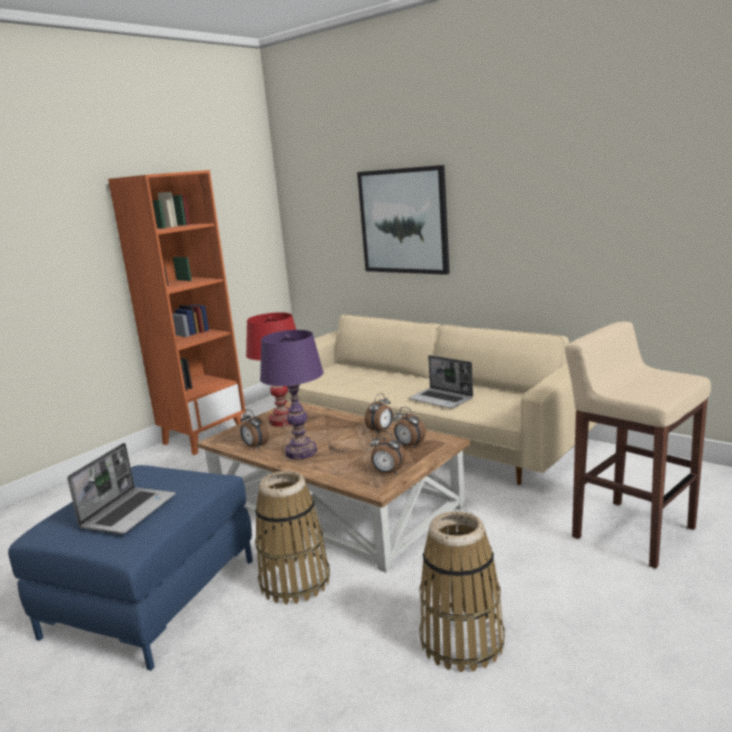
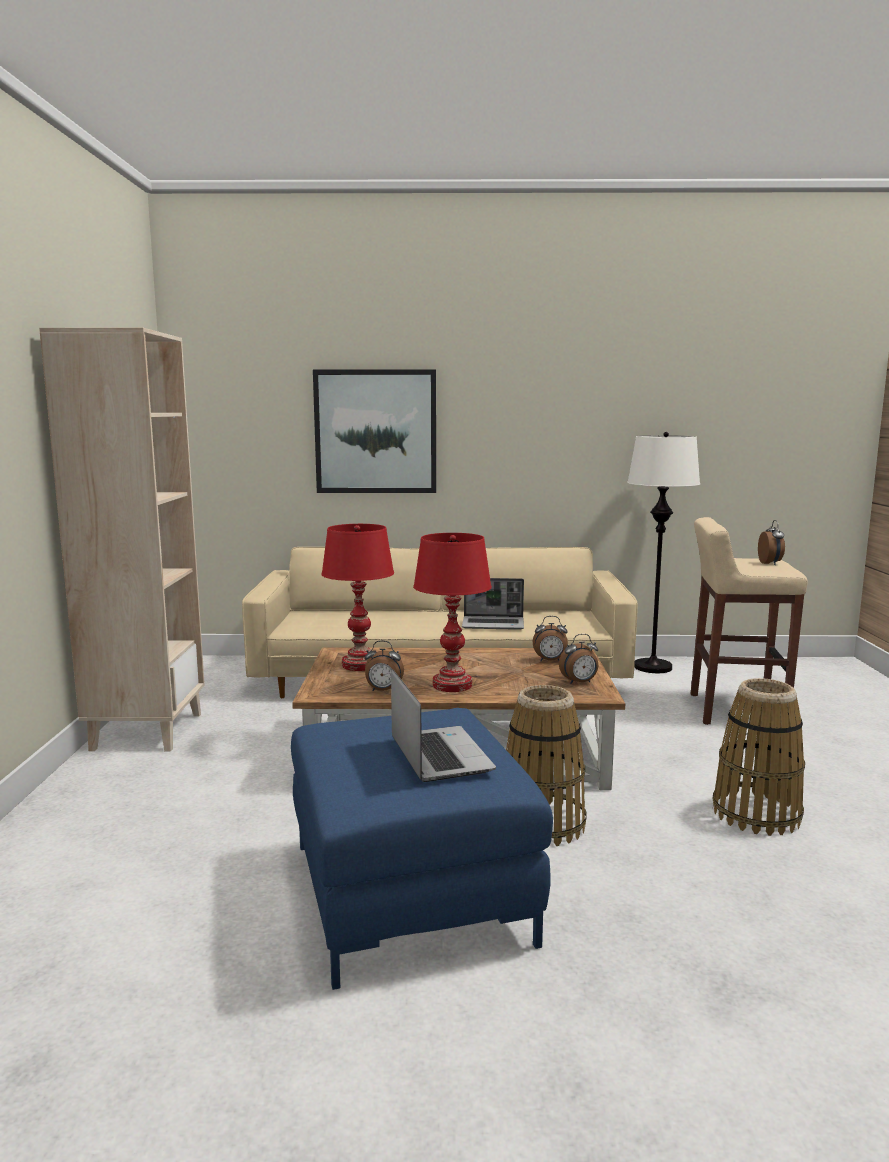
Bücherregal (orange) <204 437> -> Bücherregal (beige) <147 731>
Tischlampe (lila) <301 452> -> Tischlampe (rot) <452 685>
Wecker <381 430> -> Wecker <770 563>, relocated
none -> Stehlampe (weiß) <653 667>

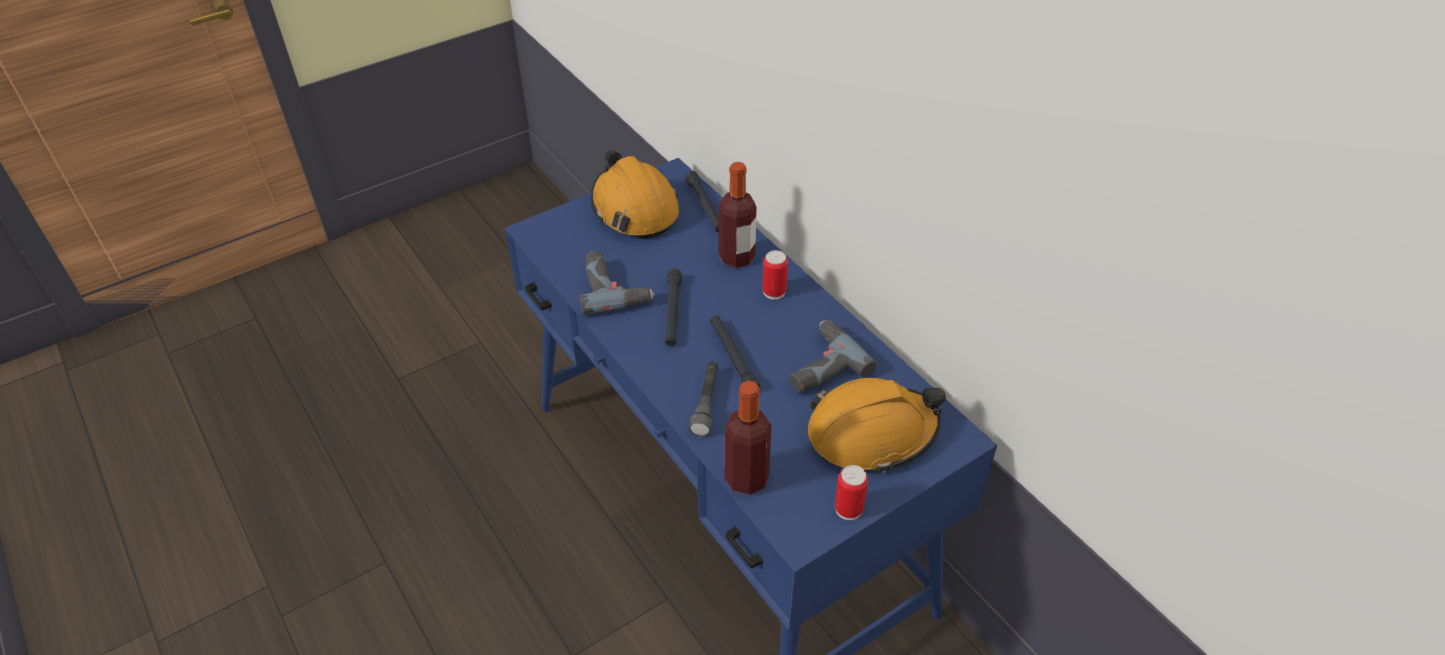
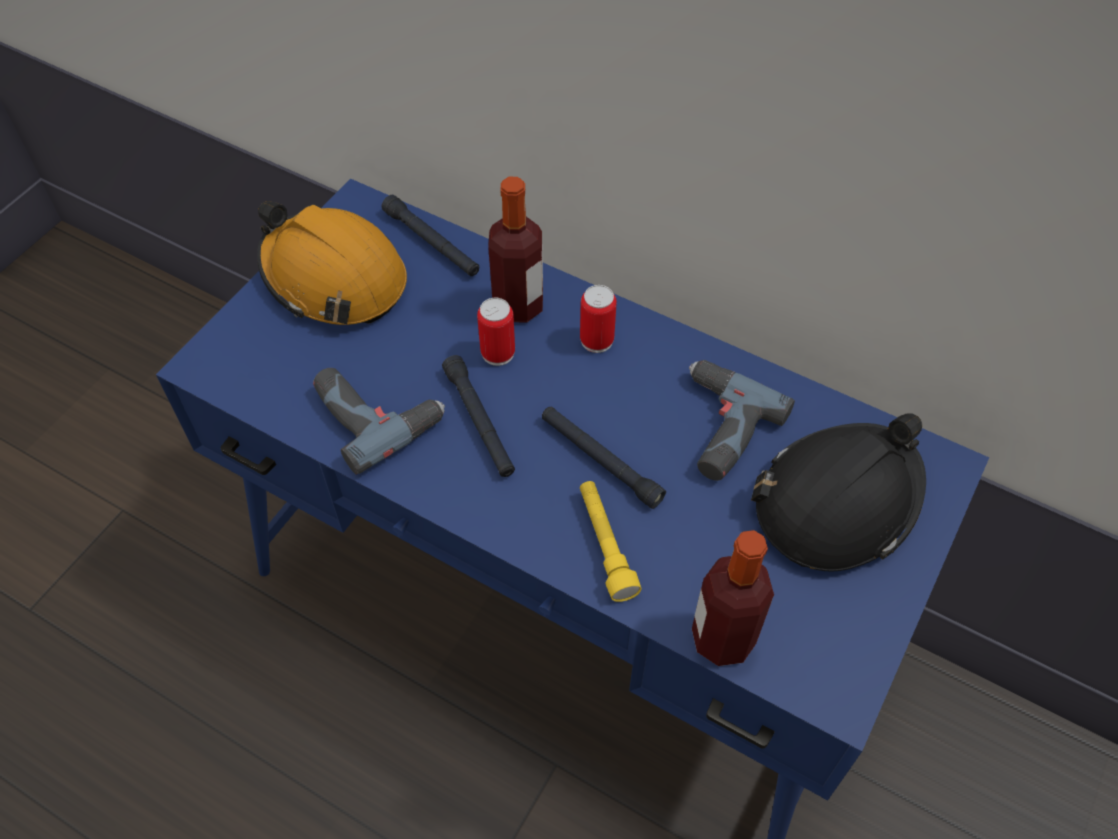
Taschenlampe (grau) <706 403> -> Taschenlampe (gelb) <605 545>
Schutzhelm (orange) <871 433> -> Schutzhelm (schwarz) <837 502>
Dose <848 509> -> Dose <498 353>, relocated

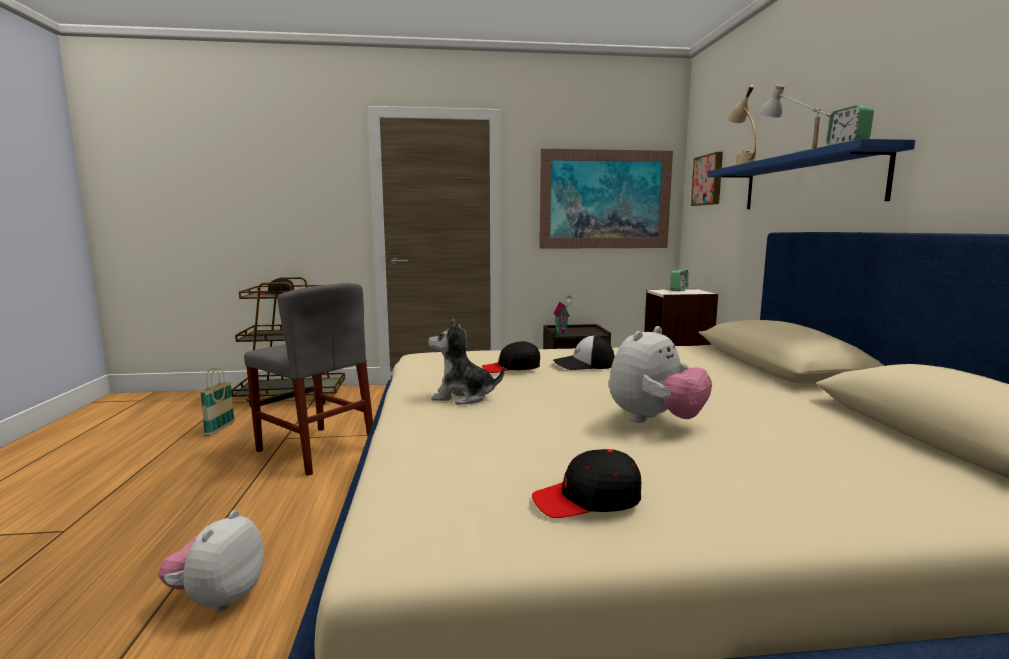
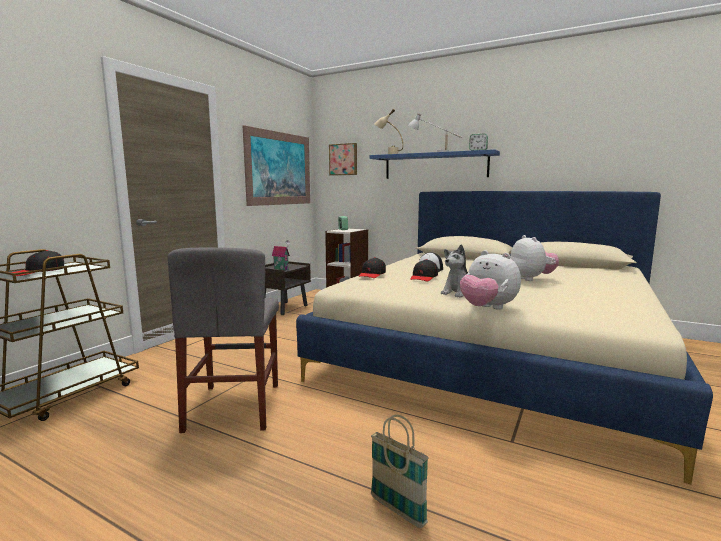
Plüschtier <218 598> -> Plüschtier <487 308>, relocated
Korb <220 429> -> Korb <397 510>, relocated
Stuhl (grau) <315 449> -> Stuhl (grau) <234 406>, 105 degrees clockwise
Kappe (schwarz) <587 500> -> Kappe (schwarz) <372 274>, relocated

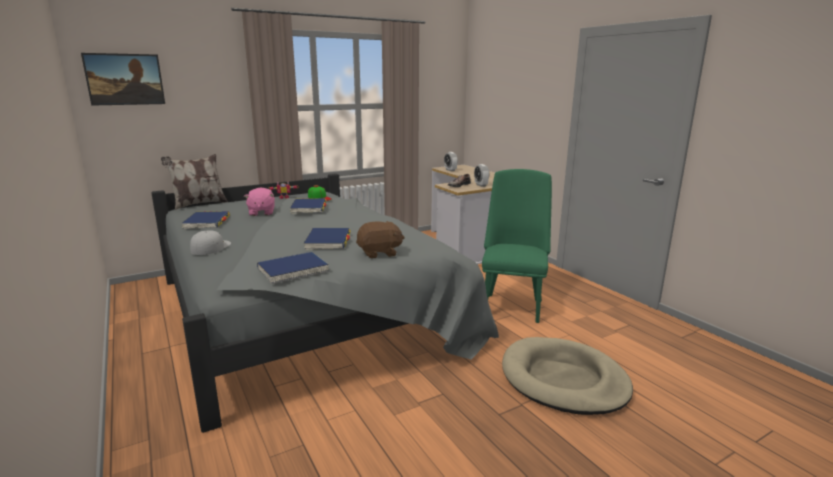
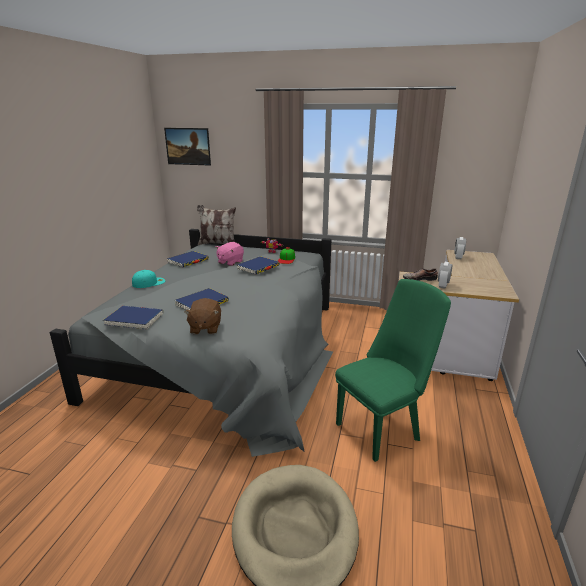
Kappe (weiß) <210 247> -> Kappe (türkis) <149 282>
Plüschtier (braun) <379 253> -> Plüschtier (braun) <205 328>, 60 degrees clockwise

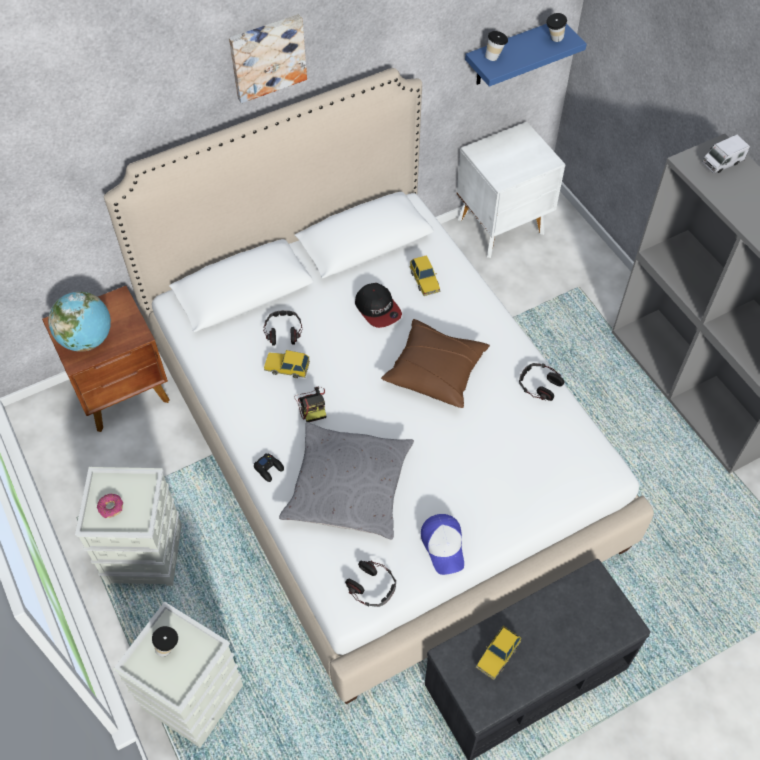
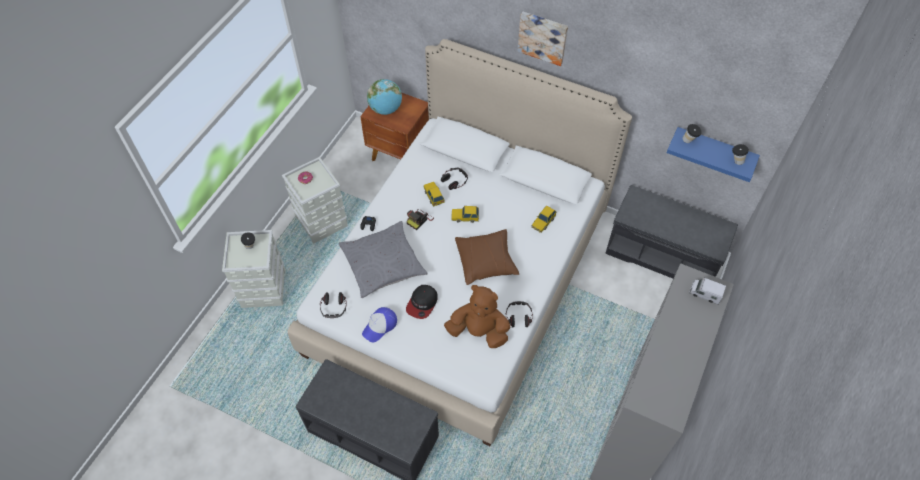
Kappe <378 309> -> Kappe <422 303>, relocated
Nachttisch (weiß) <502 226> -> Bank (grau) <663 254>
Spielzeugauto <497 655> -> Spielzeugauto <465 217>, relocated
none -> Plüschtier (braun) <479 331>

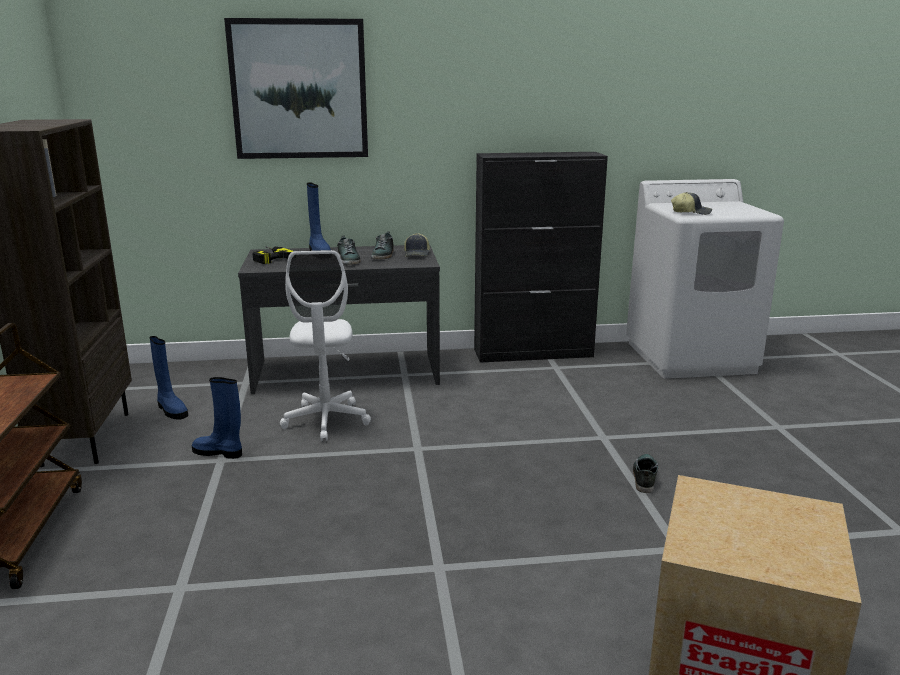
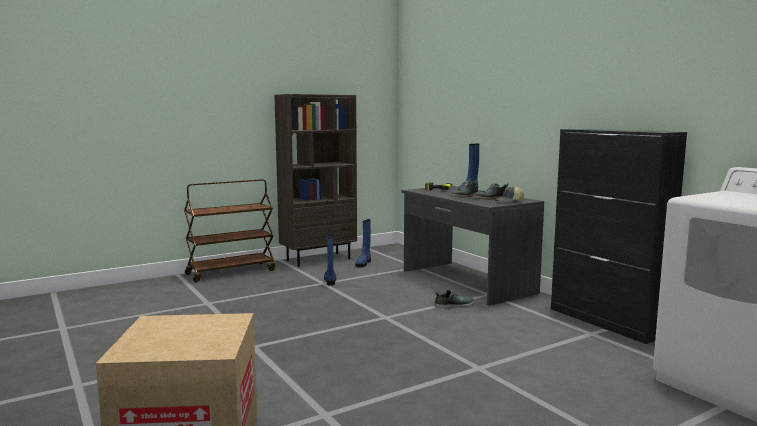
Bild <299 89> -> none
Bürostuhl (weiß) <326 421> -> none
Schuh <644 476> -> Schuh <454 305>, relocated
Kappe <691 212> -> none

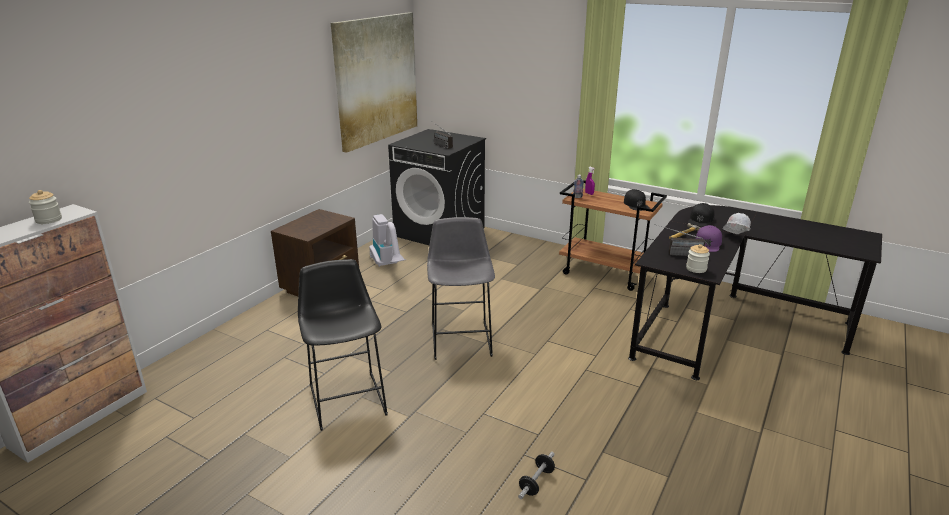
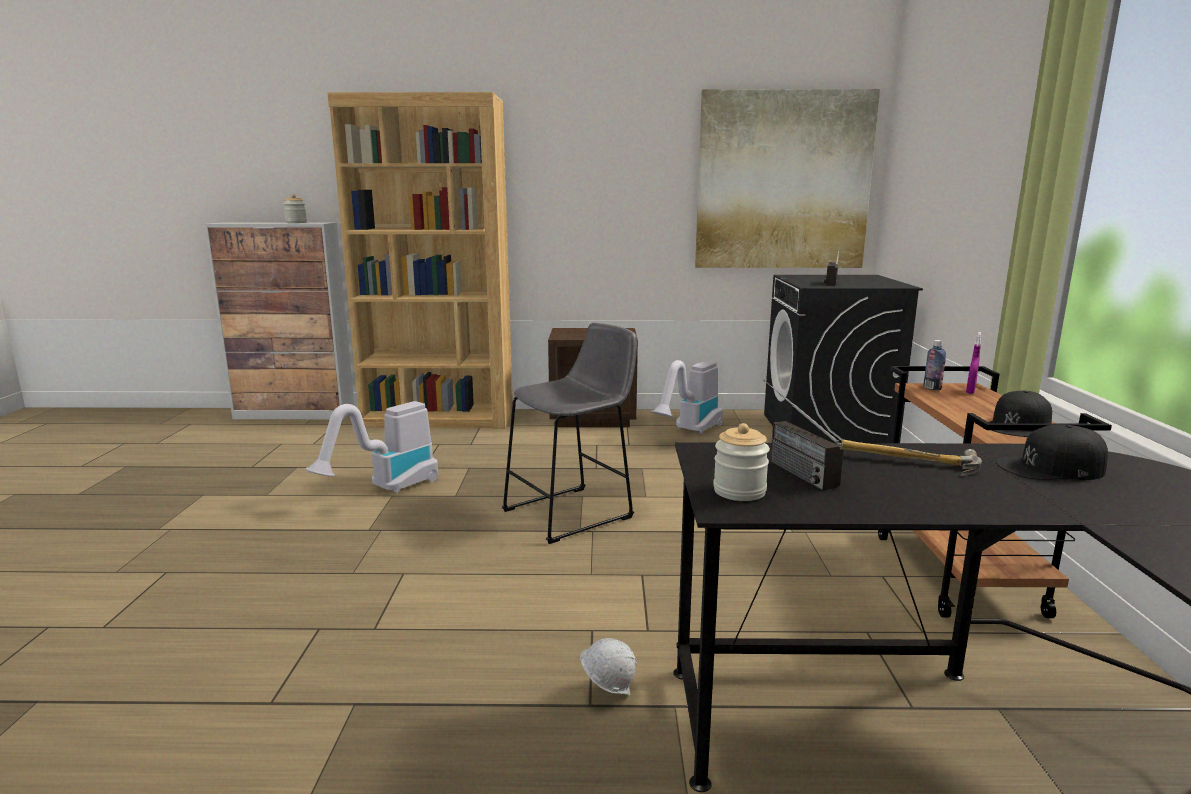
Hocker (schwarz) <347 397> -> Staubsauger <386 489>
Hantel <536 482> -> none
Kappe (lila) <707 243> -> none
Schutzhelm (weiß) <734 237> -> Schutzhelm (weiß) <607 693>, relocated
none -> Bücherregal (braun) <439 418>

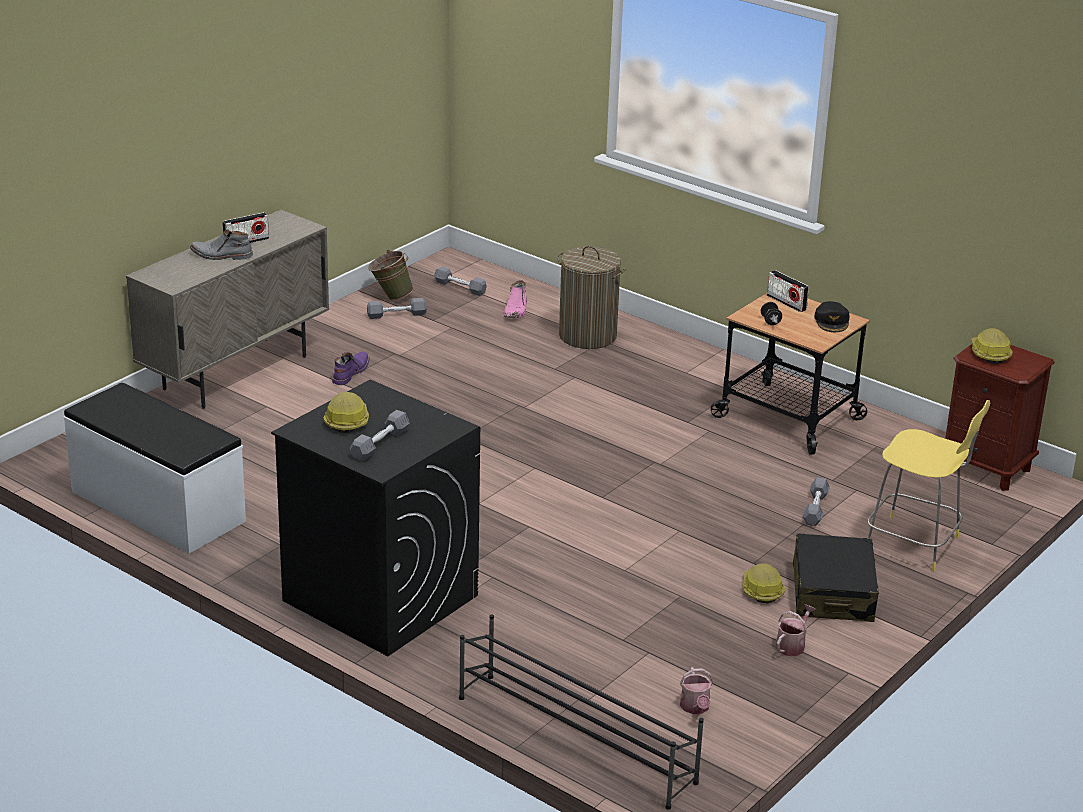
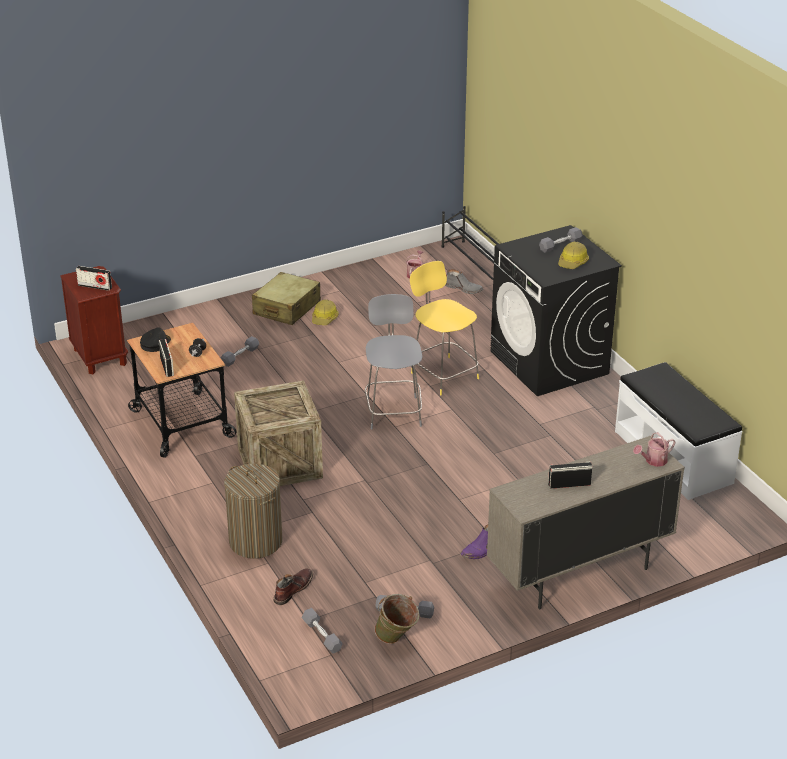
Stiefel (grau) <221 255> -> Stiefel (grau) <464 288>, relocated
Stiefel (rosa) <516 310> -> Stiefel (braun) <292 589>
Gießkanne <792 645> -> Gießkanne <653 461>, relocated
Koffer (schwarz) <832 593> -> Koffer (beige) <286 308>
Hocker (gelb) <915 544> -> Hocker (gelb) <443 374>, relocated
Schutzhelm <989 354> -> Radio <95 286>
none -> Kiste <280 463>
none -> Hocker (grau) <393 411>

